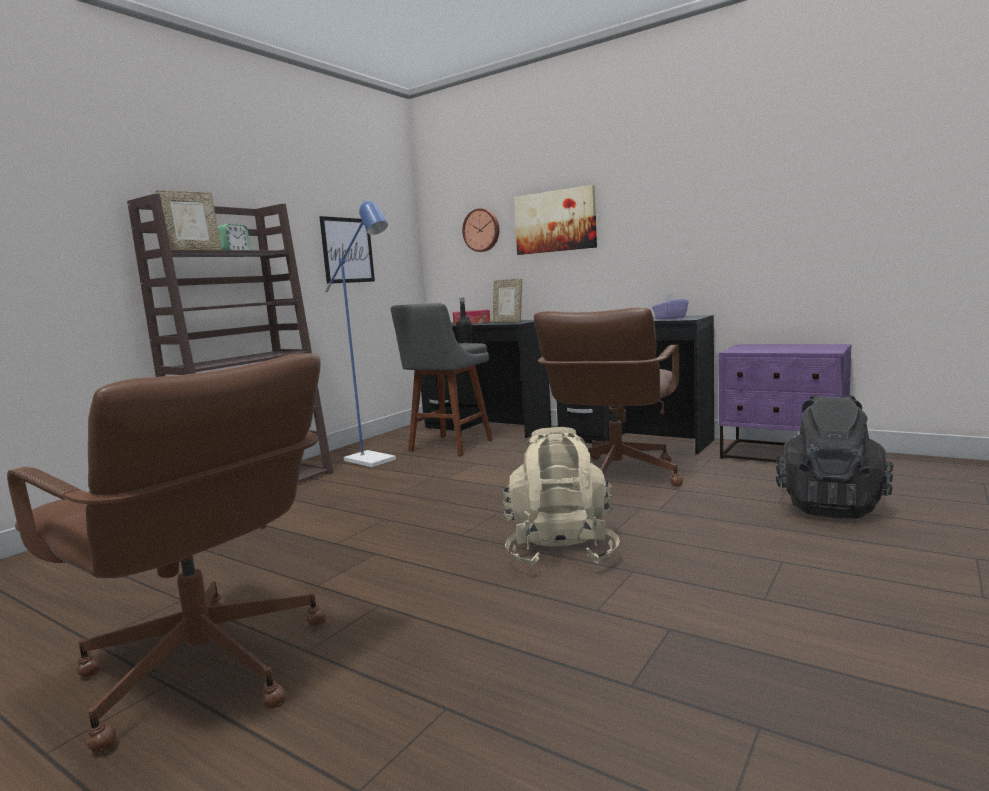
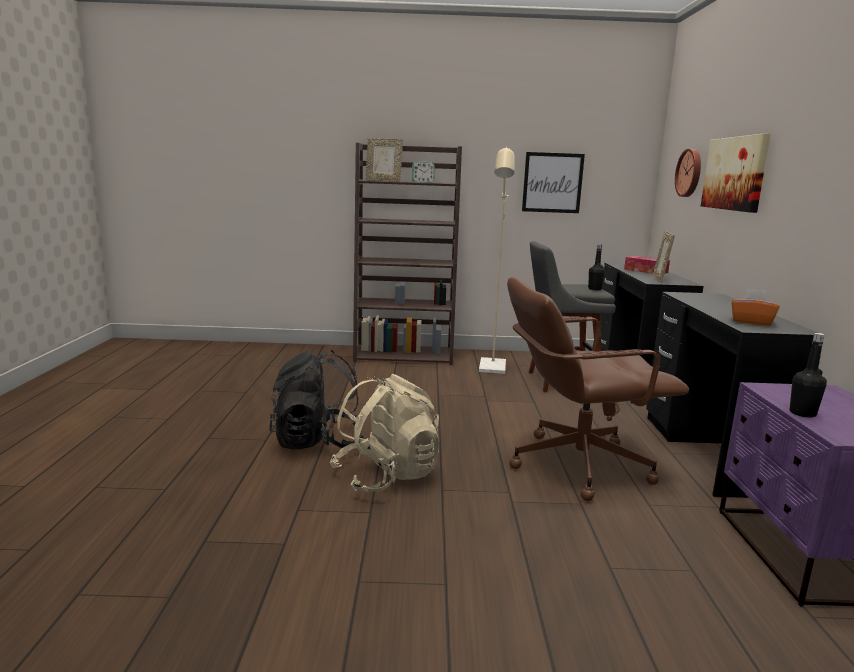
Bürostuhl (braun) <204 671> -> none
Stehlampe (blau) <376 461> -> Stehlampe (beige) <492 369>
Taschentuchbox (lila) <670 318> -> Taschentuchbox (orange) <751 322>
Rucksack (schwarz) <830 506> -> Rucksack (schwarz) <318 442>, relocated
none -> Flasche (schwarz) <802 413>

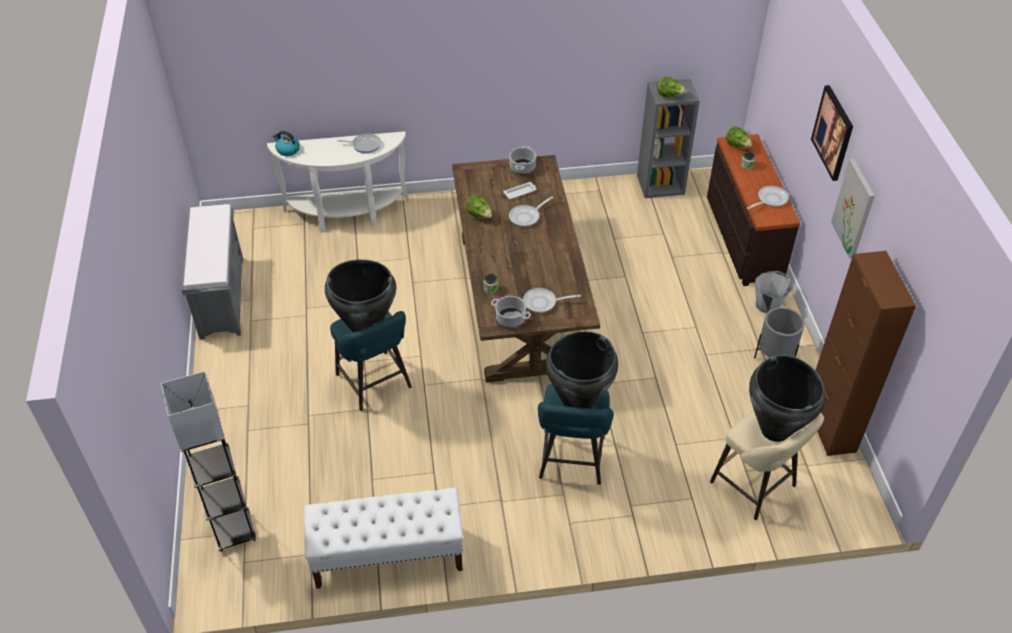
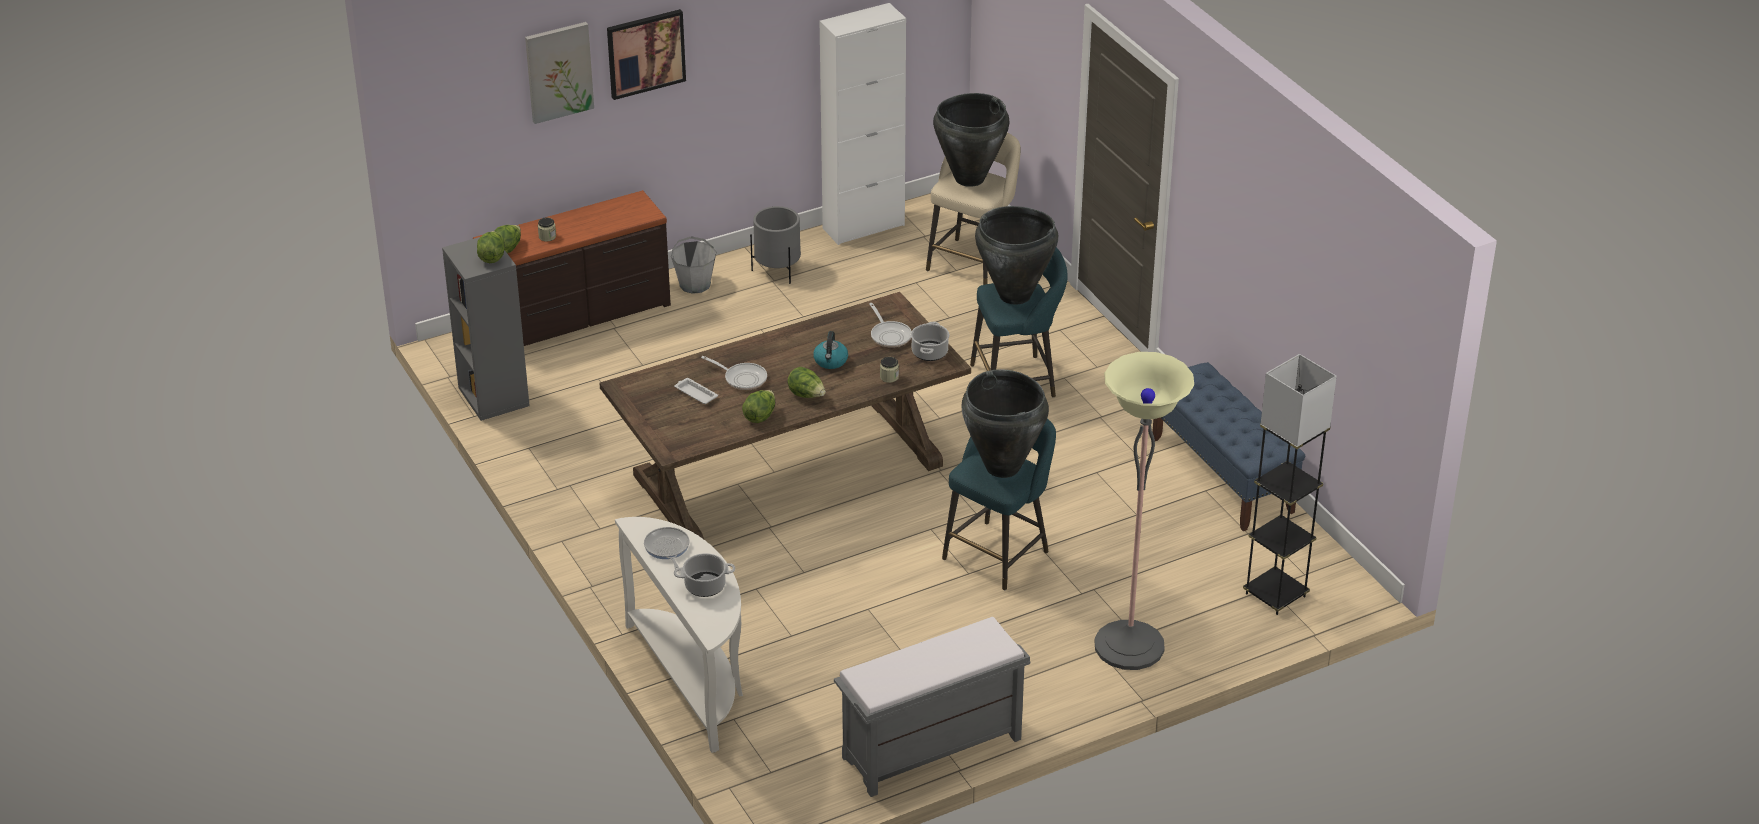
Wasserkessel <287 150> -> Wasserkessel <831 361>, relocated
Bank (weiß) <387 556> -> Bank (blau) <1222 475>
Kochtopf <522 168> -> Kochtopf <705 586>, relocated
Pfanne <770 200> -> none
Schrank (braun) <830 427> -> Schrank (weiß) <863 227>
Bild <854 209> -> Bild <559 71>, relocated
none -> Salatkopf <806 395>
none -> Stehlampe <1129 646>

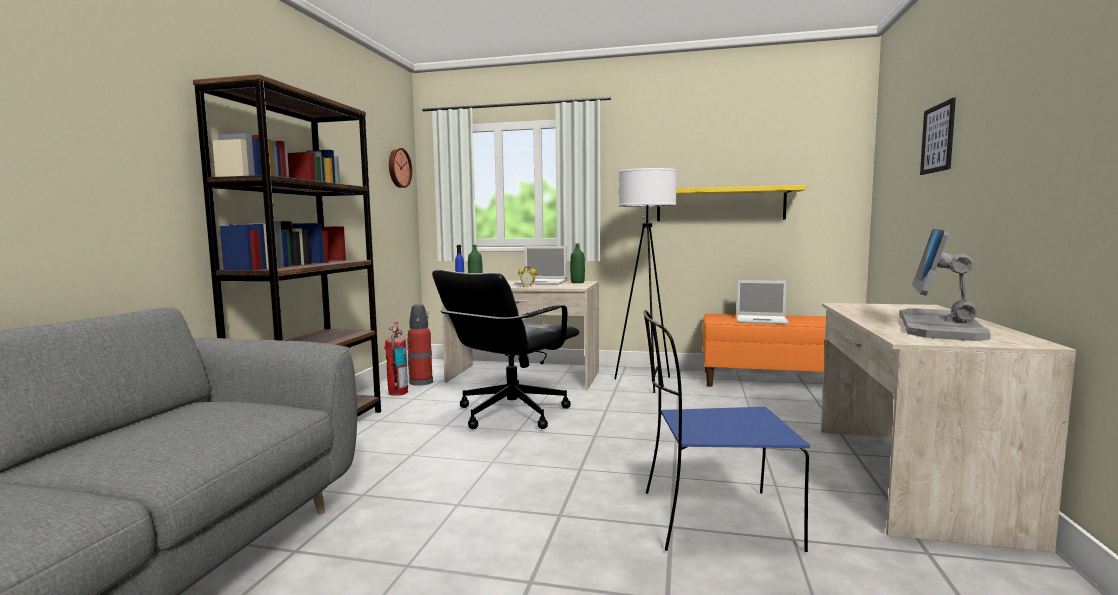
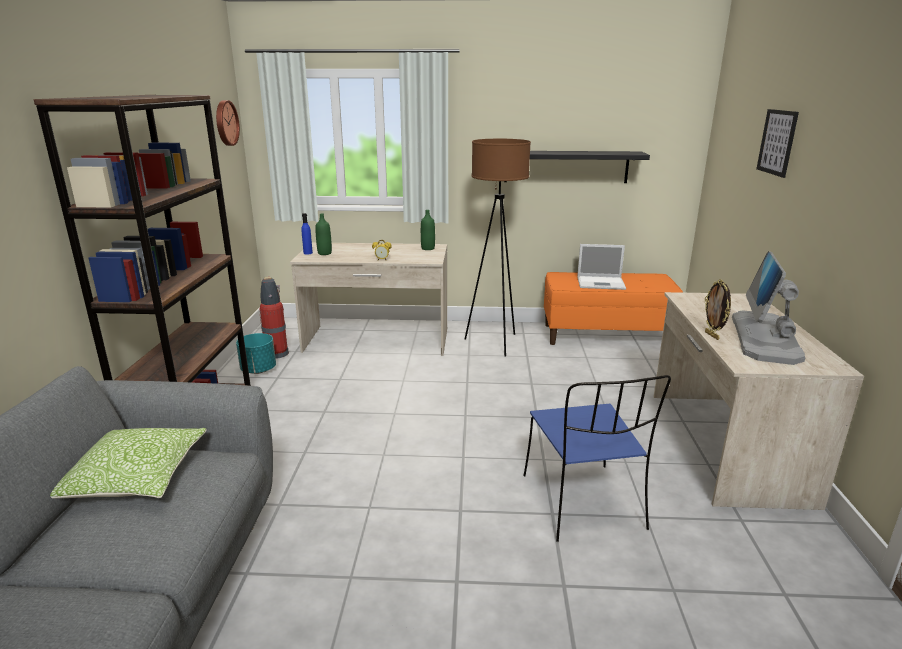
Feuerlöscher <397 393> -> Pflanzkübel (türkis) <258 370>
Bürostuhl (schwarz) <510 413> -> none
Laptop <542 282> -> none
Stehlampe (weiß) <646 383> -> Stehlampe (braun) <494 343>
Stuhl (blau) <714 520> -> Stuhl (blau) <584 503>, 90 degrees counterclockwise
Wandregal (gelb) <720 204> -> Wandregal (schwarz) <566 166>
none -> Kissen <135 477>
none -> Bilderrahmen <712 335>

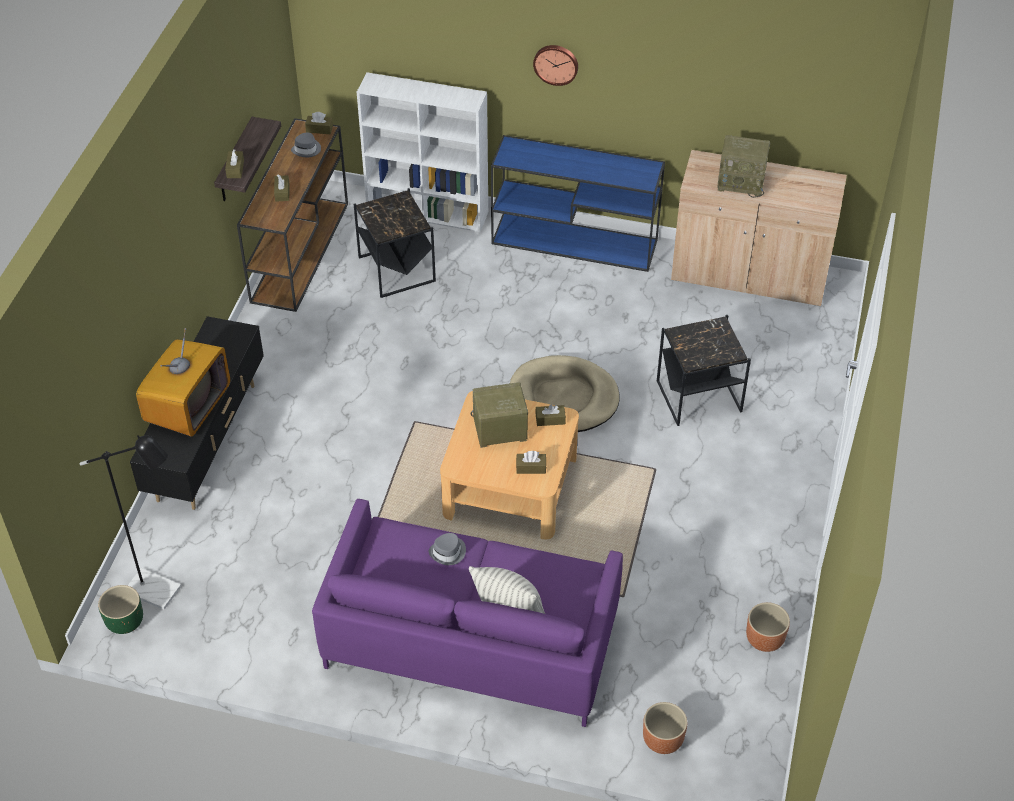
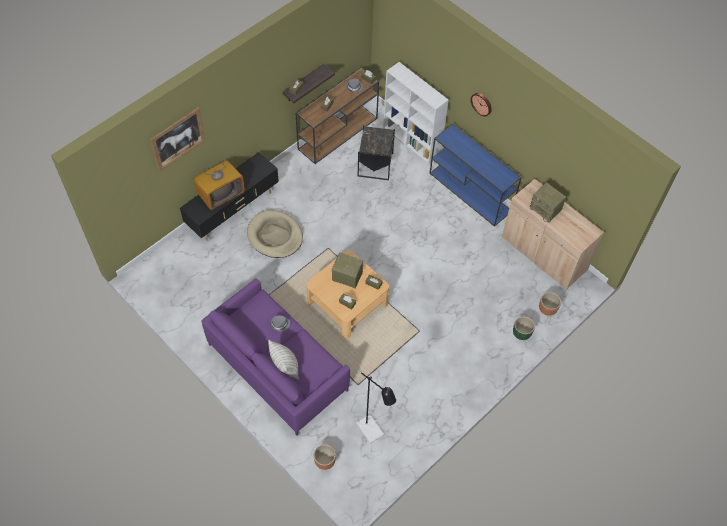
Stehlampe (schwarz) <161 593> -> Stehlampe (schwarz) <373 433>, relocated
Pflanzkübel (grün) <125 621> -> Pflanzkübel (grün) <521 333>, relocated
Hundebett (beige) <563 398> -> Hundebett (beige) <275 236>, relocated
Beistelltisch (schwarz) <699 397> -> none
Pflanzkübel (braun) <765 639> -> Pflanzkübel (braun) <547 309>, relocated
none -> Bild <178 139>

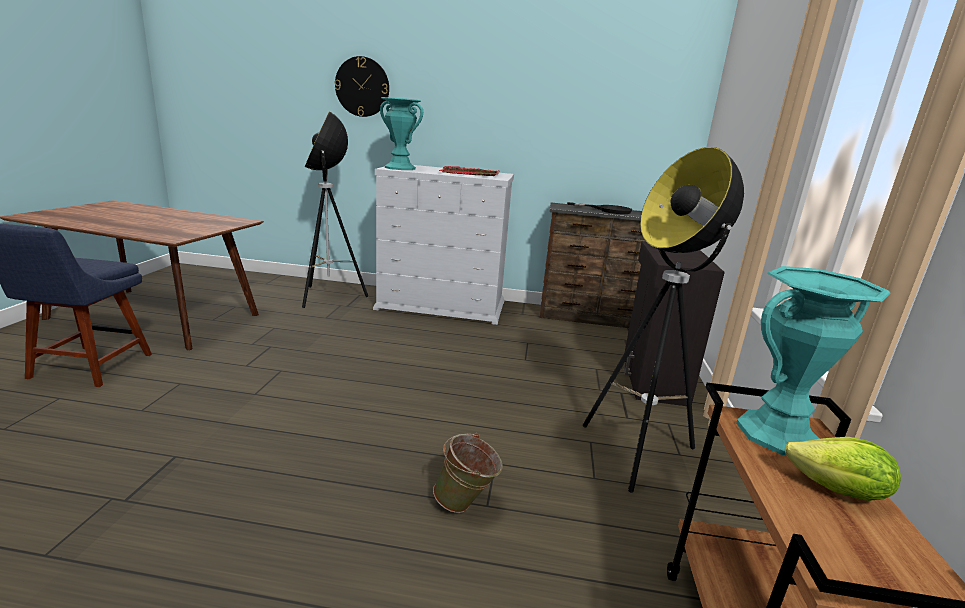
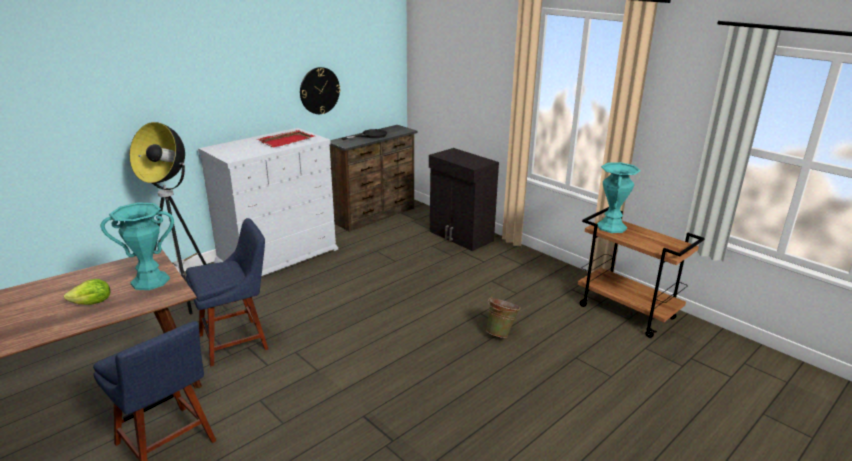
Wanduhr <362 87> -> Wanduhr <319 90>, relocated
Vase (türkis) <400 168> -> Vase (türkis) <150 281>, relocated
Stehlampe <638 453> -> none
Salatkopf <837 491> -> Salatkopf <93 303>, relocated
none -> Stuhl (blau) <237 341>

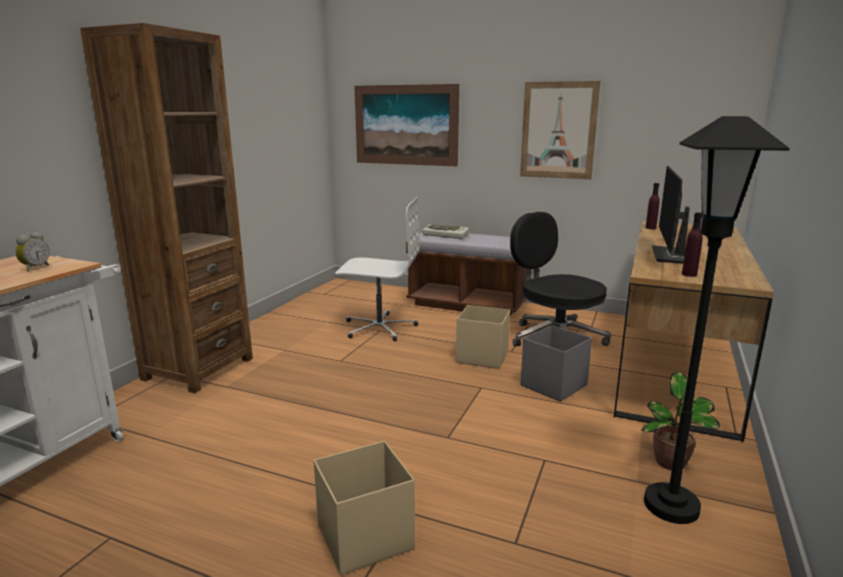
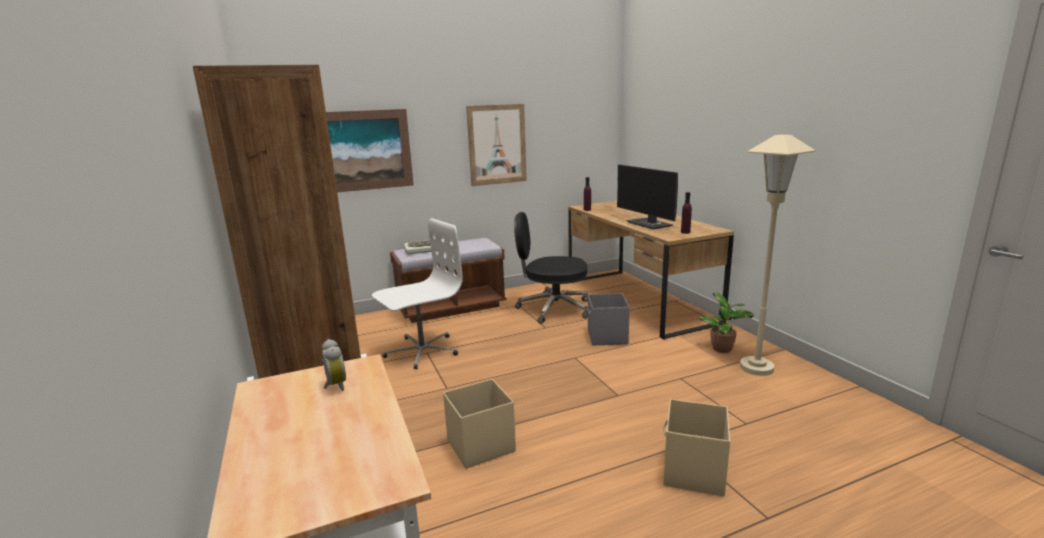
Aufbewahrungsbox (beige) <481 357> -> Aufbewahrungsbox (beige) <479 446>, relocated
Stehlampe (schwarz) <671 505> -> Stehlampe (beige) <756 368>

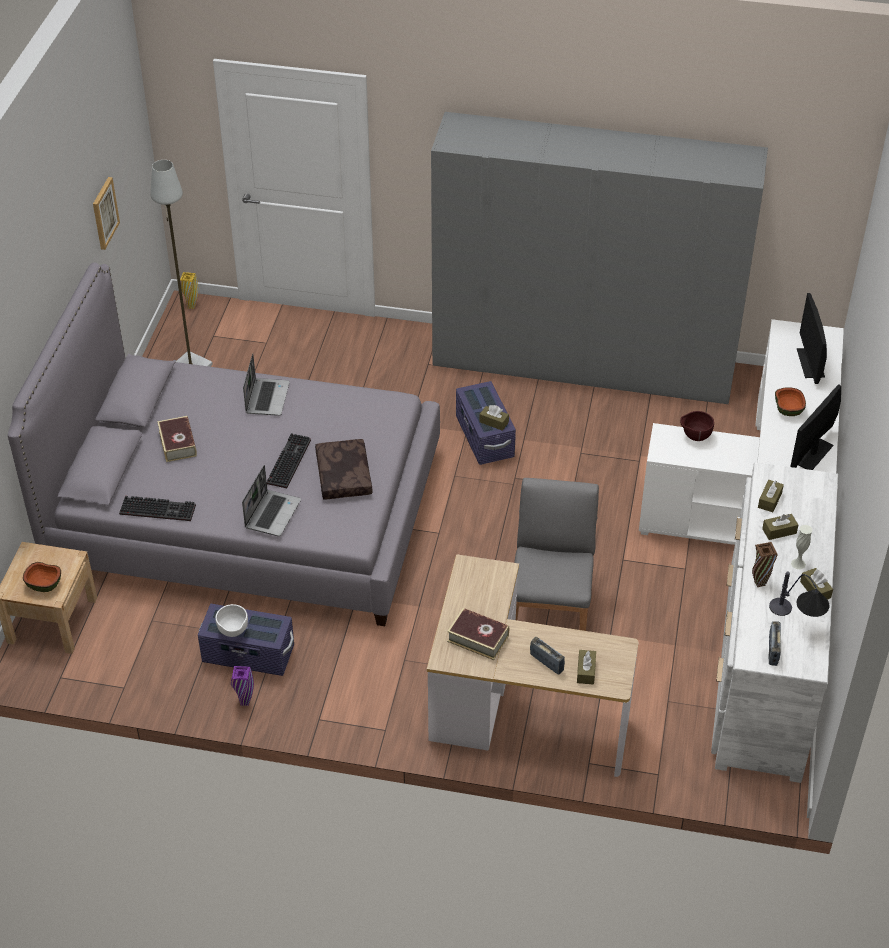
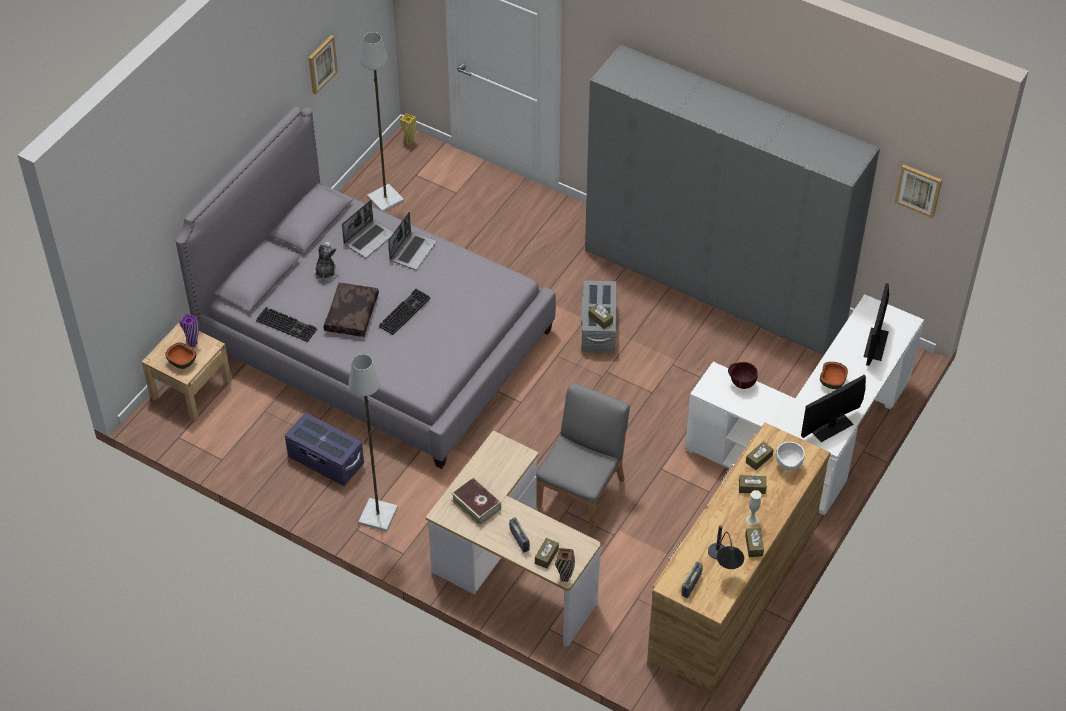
Buch <178 443> -> Plüschtier <325 272>
Schüssel (weiß) <233 633> -> Schüssel (weiß) <788 466>, relocated
Vase (lila) <244 702> -> Vase (lila) <193 344>, relocated
Laptop <272 513> -> Laptop <369 239>, relocated
Kissen (braun) <342 475> -> Kissen (braun) <351 314>, relocated
Aufbewahrungsbox (lila) <484 438> -> Aufbewahrungsbox (grau) <598 328>
Kommode (weiß) <764 668> -> Kommode (braun) <731 595>
Vase (braun) <759 583> -> Vase (braun) <564 578>, relocated
none -> Stehlampe (grau) <377 515>
none -> Bild <918 190>

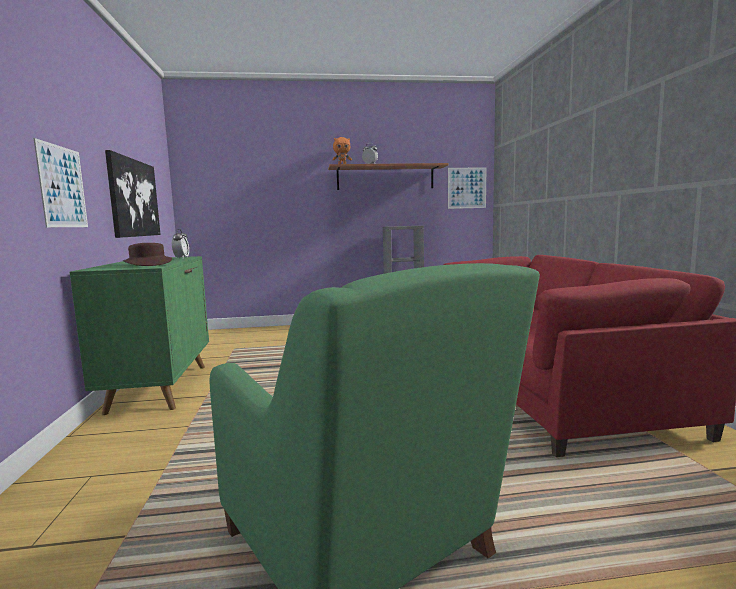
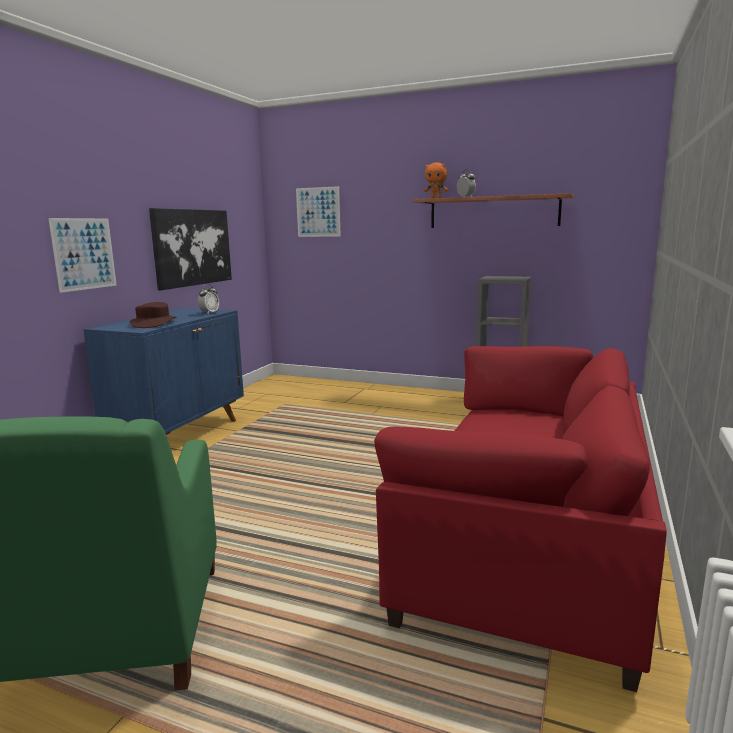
Schrank (grün) <160 387> -> Schrank (blau) <180 435>
Bild <467 188> -> Bild <318 212>, relocated

